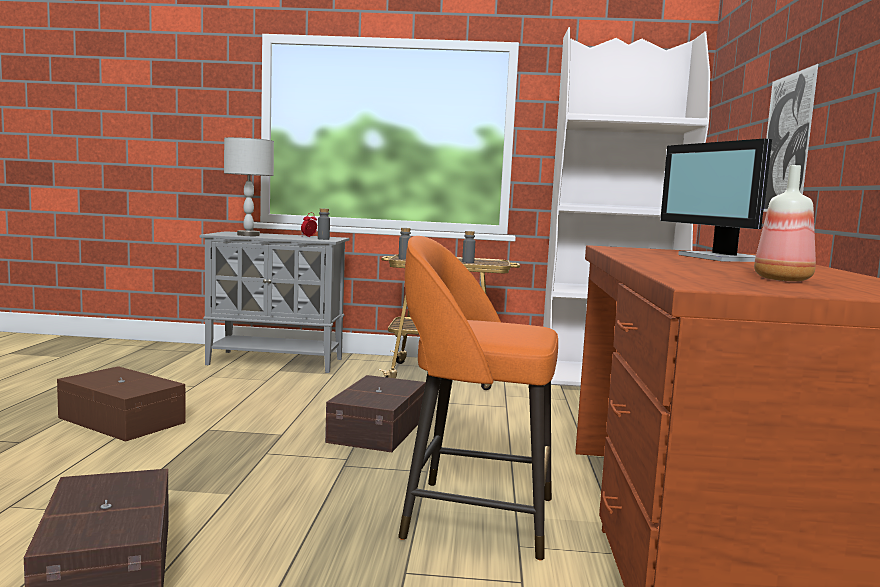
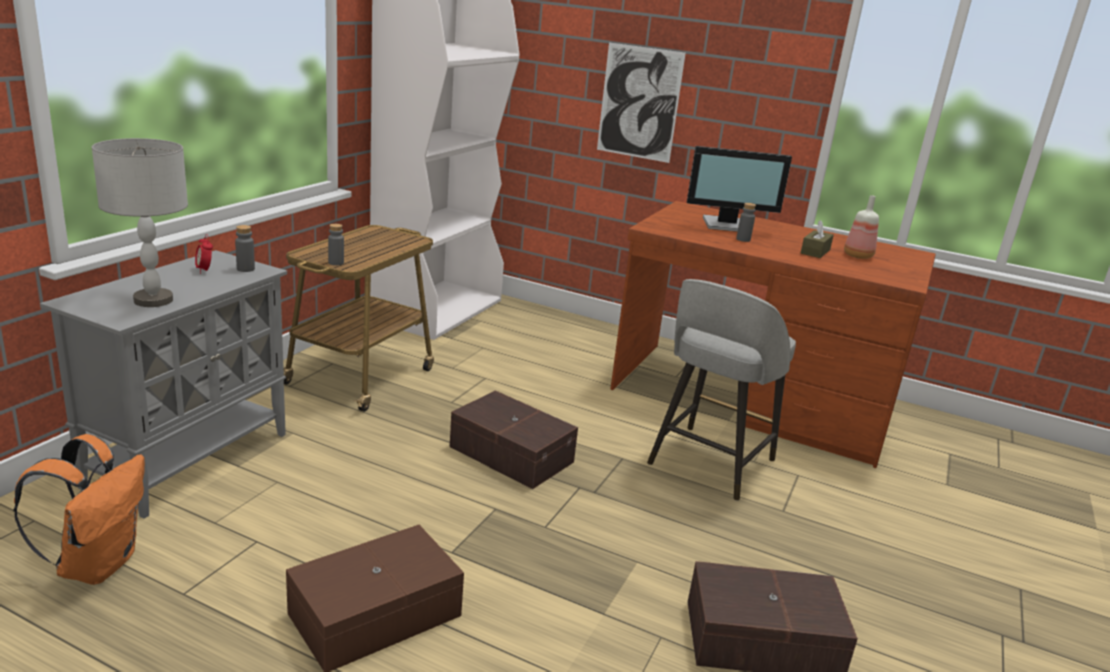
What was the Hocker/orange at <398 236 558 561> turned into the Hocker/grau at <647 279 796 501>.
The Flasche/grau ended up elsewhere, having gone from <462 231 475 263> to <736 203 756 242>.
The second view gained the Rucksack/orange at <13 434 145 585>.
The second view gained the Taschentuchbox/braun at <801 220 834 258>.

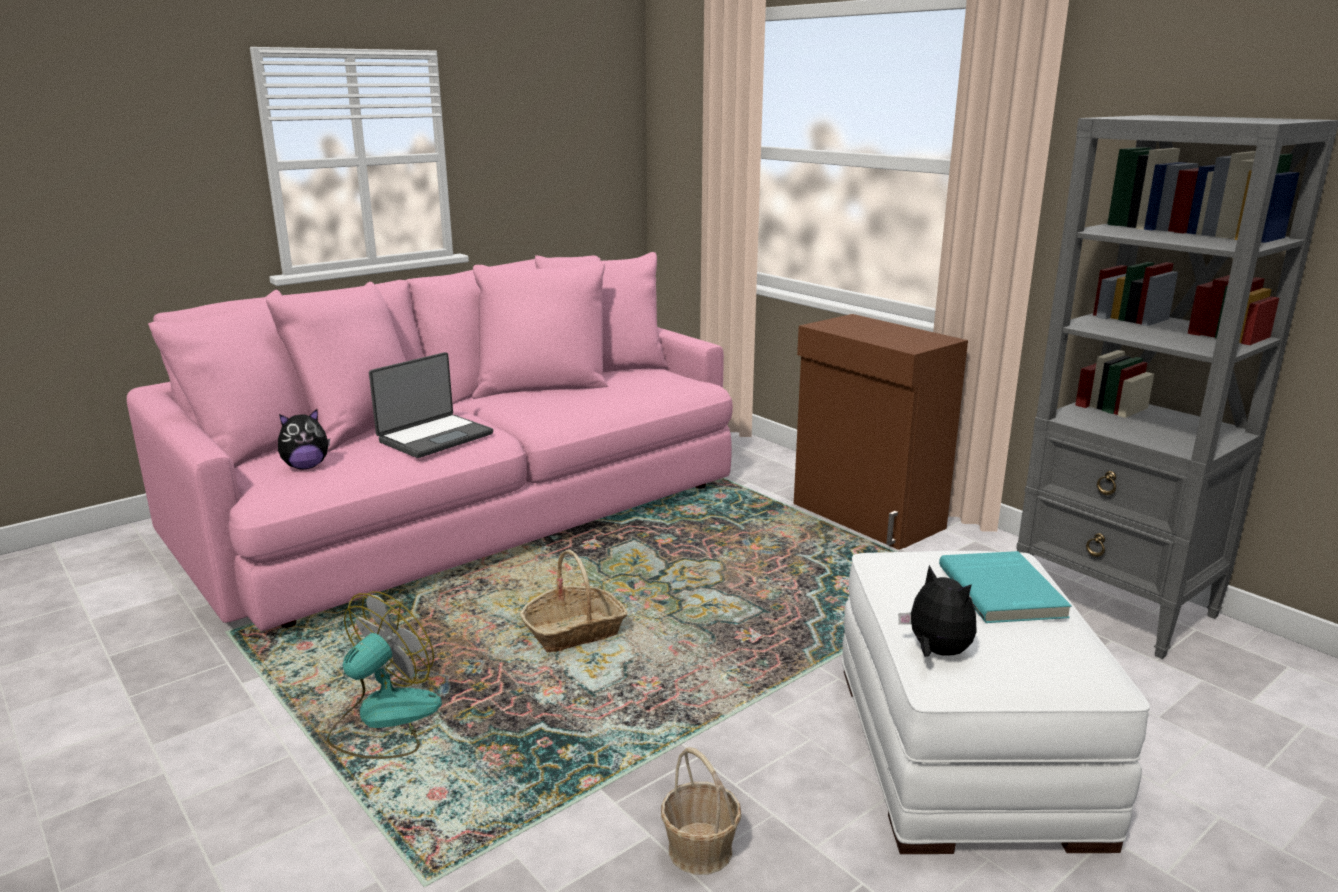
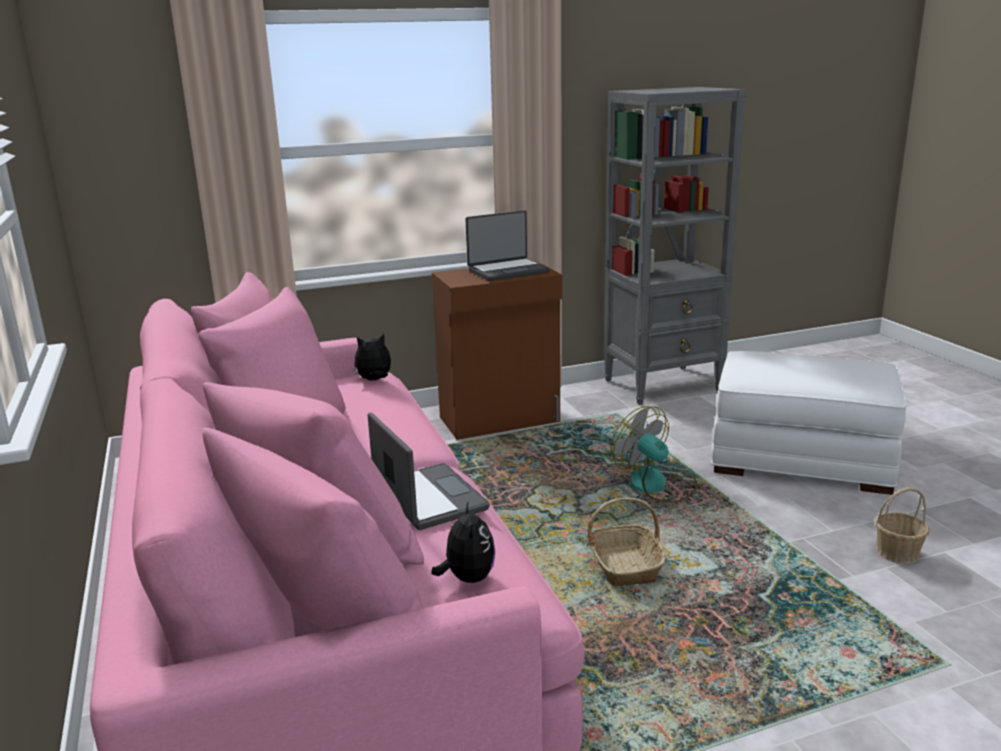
The Ventilator ended up elsewhere, having gone from <327 591 442 759> to <611 406 697 503>.
The Plüschtier ended up elsewhere, having gone from <898 565 977 656> to <354 334 391 380>.
The second view lost the Buch/türkis at <939 551 1072 623>.
The second view gained the Laptop at <466 210 550 281>.

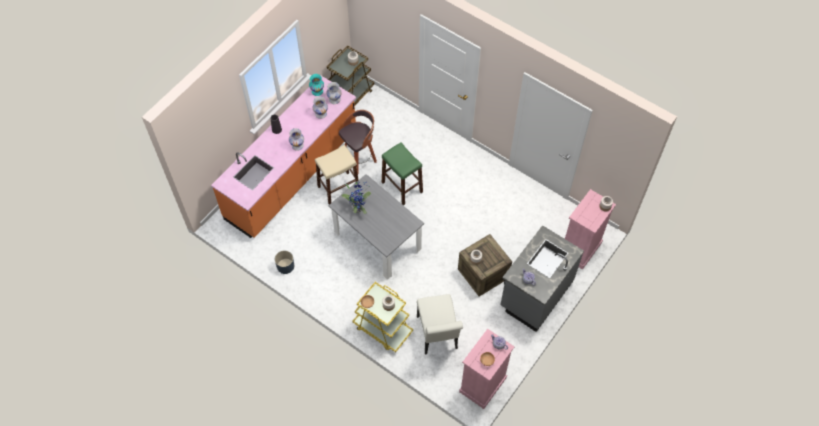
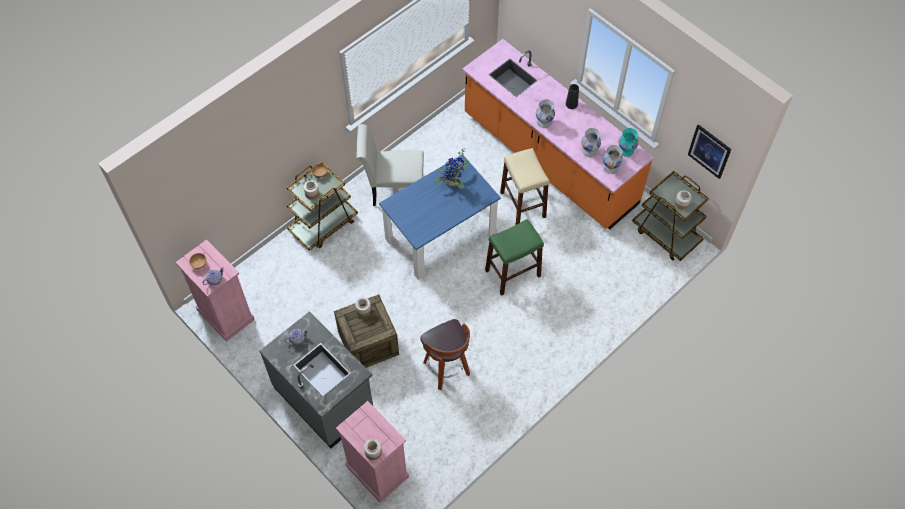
The second view lost the Pflanzkübel/blau at <275 251 294 274>.
What was the Esstisch/grau at <329 174 424 279> turned into the Esstisch/blau at <379 155 501 280>.
The Hocker ended up elsewhere, having gone from <339 110 377 174> to <420 319 470 390>.
What was the Rollwagen/gelb at <352 282 413 352> turned into the Rollwagen/braun at <287 161 358 251>.
The Stuhl/weiß ended up elsewhere, having gone from <417 294 463 354> to <356 124 424 206>.
The second view gained the Bild at <688 124 732 179>.

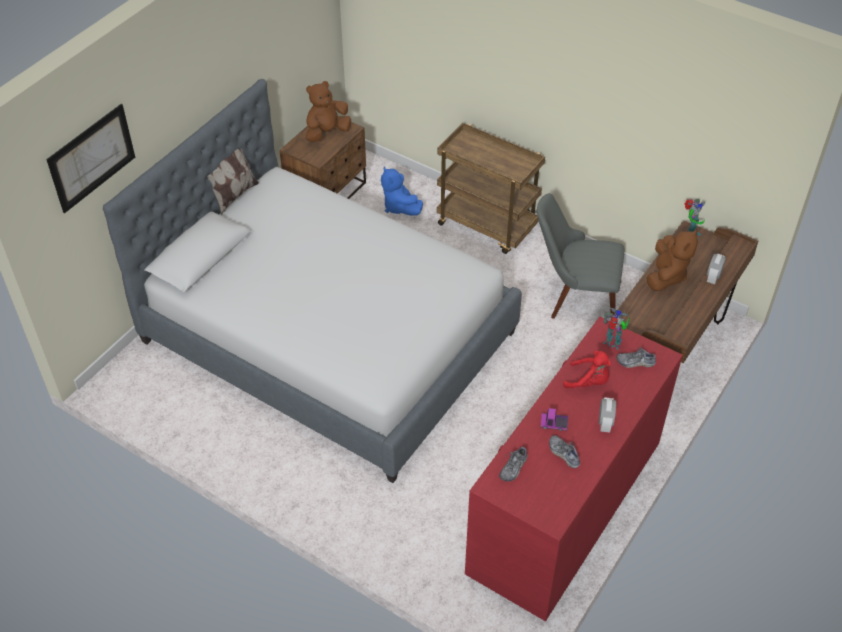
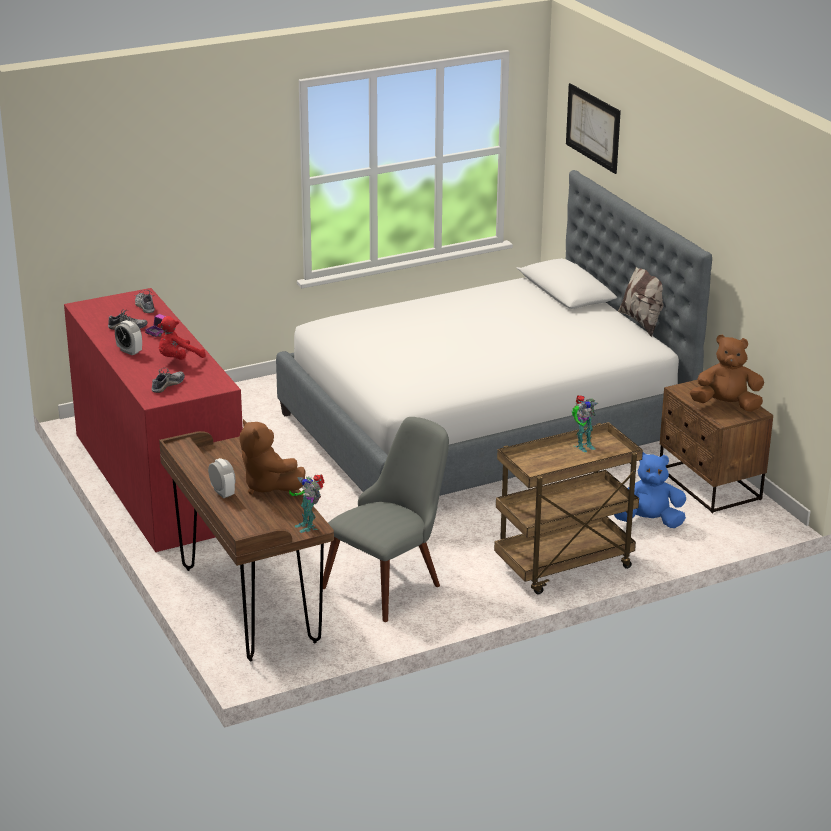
The Plüschtier/braun at <306 81 351 142> ended up facing another way, 75 degrees counterclockwise from before.
The Spielzeugroboter ended up elsewhere, having gone from <603 308 629 350> to <572 395 598 452>.

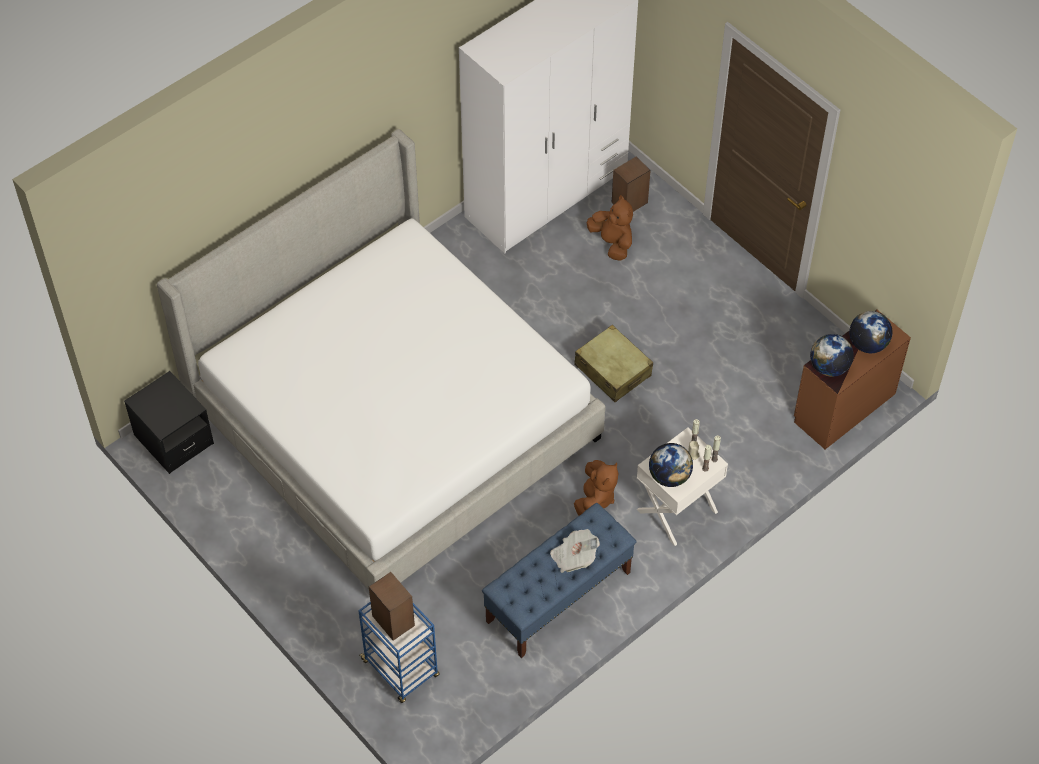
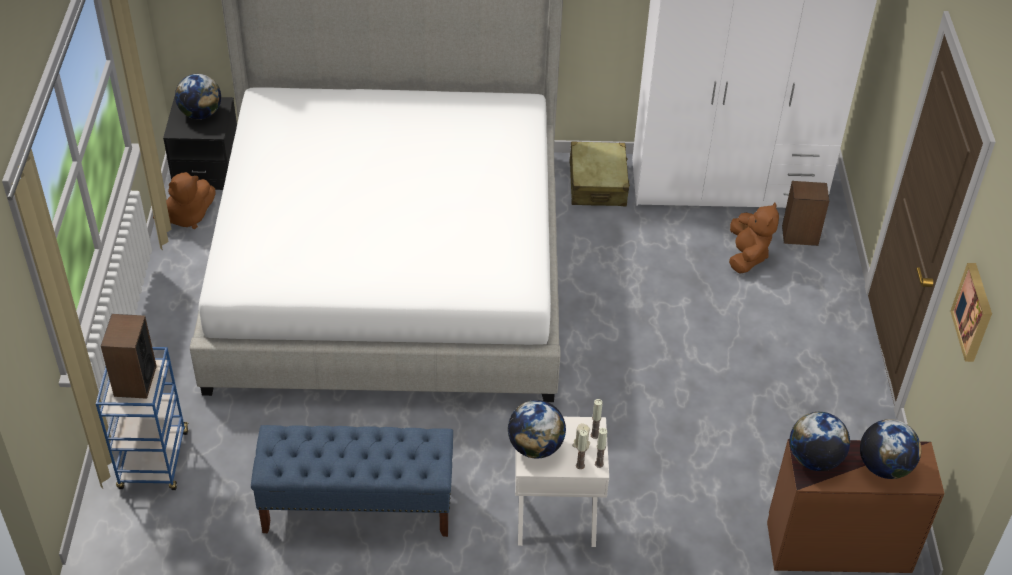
The second view lost the Zeitung at <550 529 600 573>.
The Koffer/beige ended up elsewhere, having gone from <574 325 653 402> to <569 142 630 206>.
The Plüschtier/braun ended up elsewhere, having gone from <574 460 619 516> to <153 172 215 229>.
The second view gained the Globus at <175 74 221 119>.
The second view gained the Bild at <950 263 992 362>.

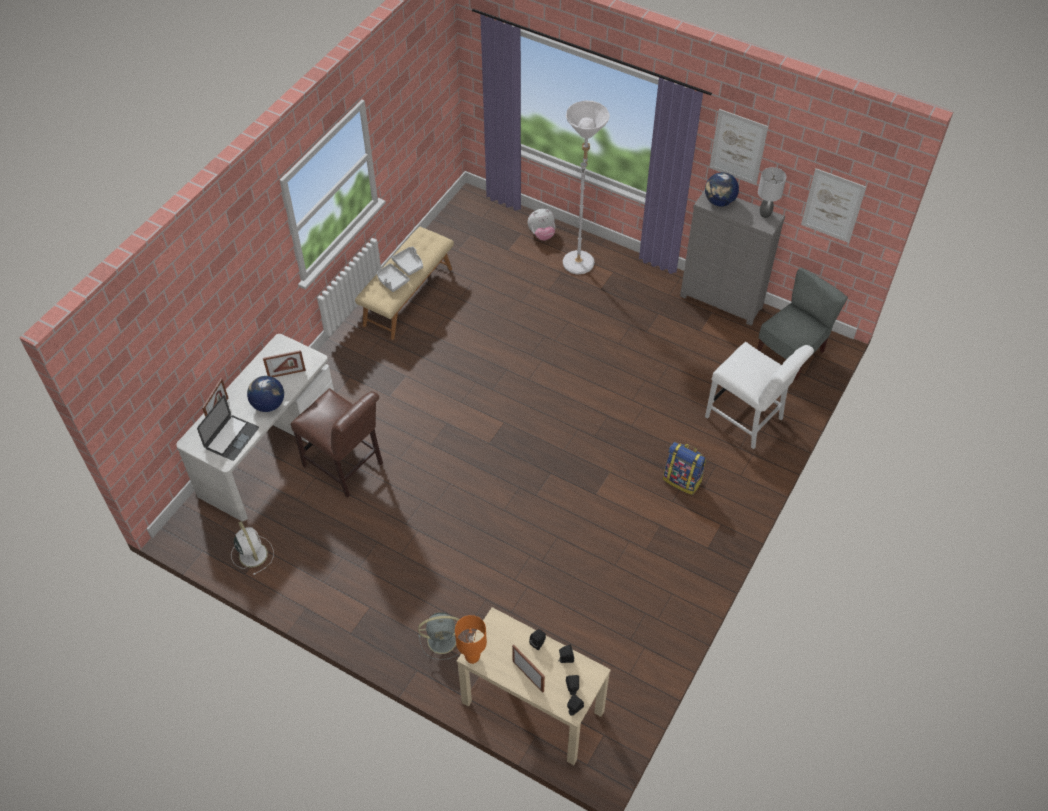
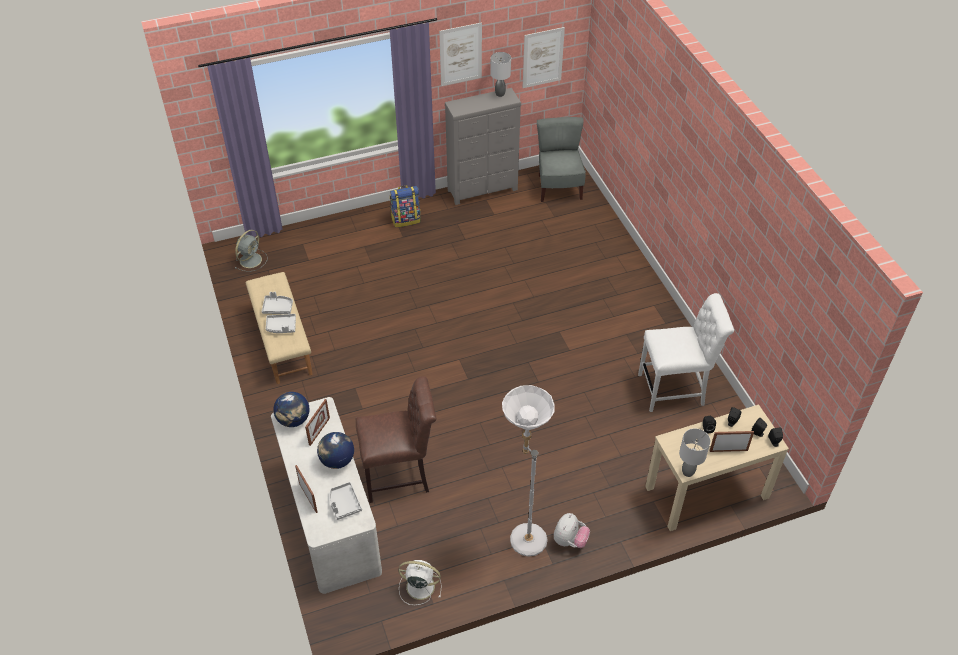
Where the Laptop stood at <197 395 259 461>, the Tablett/grau came to stand at <329 482 362 520>.
The Ventilator/grau ended up elsewhere, having gone from <418 613 465 660> to <235 230 268 272>.
What was the Tischlampe/orange at <455 615 487 664> turned into the Tischlampe/grau at <679 428 711 477>.
The Plüschtier ended up elsewhere, having gone from <527 209 555 241> to <554 513 590 548>.
The Stehlampe/weiß ended up elsewhere, having gone from <563 100 610 275> to <502 385 555 557>.
The Rucksack ended up elsewhere, having gone from <663 442 706 495> to <390 185 421 227>.
The Globus ended up elsewhere, having gone from <705 172 739 207> to <273 392 310 427>.
The Stuhl/weiß ended up elsewhere, having gone from <705 342 814 449> to <638 293 734 412>.

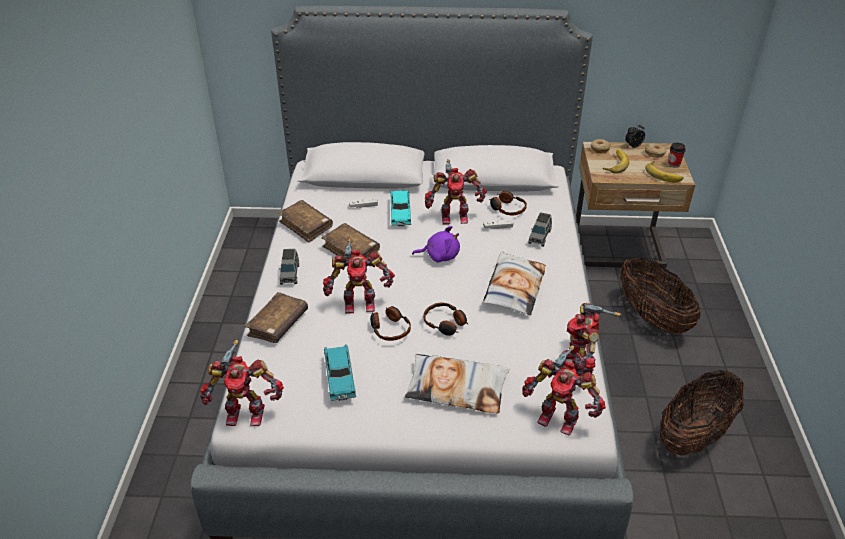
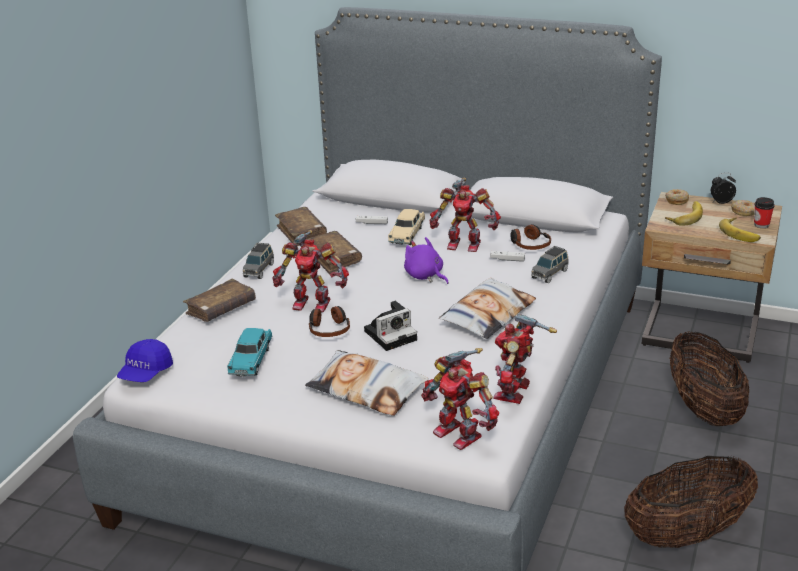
Where the Spielzeugroboter stood at <200 340 284 426>, the Kappe/blau came to stand at <117 339 173 382>.
What was the Spielzeugauto/türkis at <390 190 411 226> turned into the Spielzeugauto/beige at <388 209 425 245>.
The Plüschtier/lila at <412 226 460 263> ended up facing another way, 150 degrees counterclockwise from before.
Where the Kopfhörer stood at <423 303 469 336>, the Kamera came to stand at <364 301 417 351>.

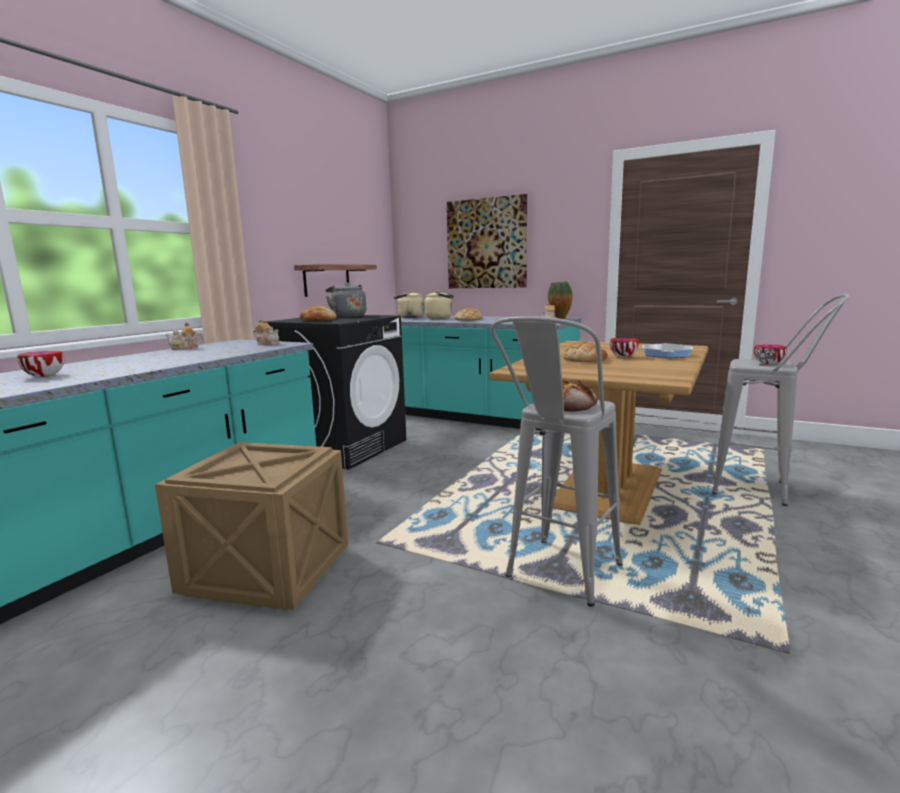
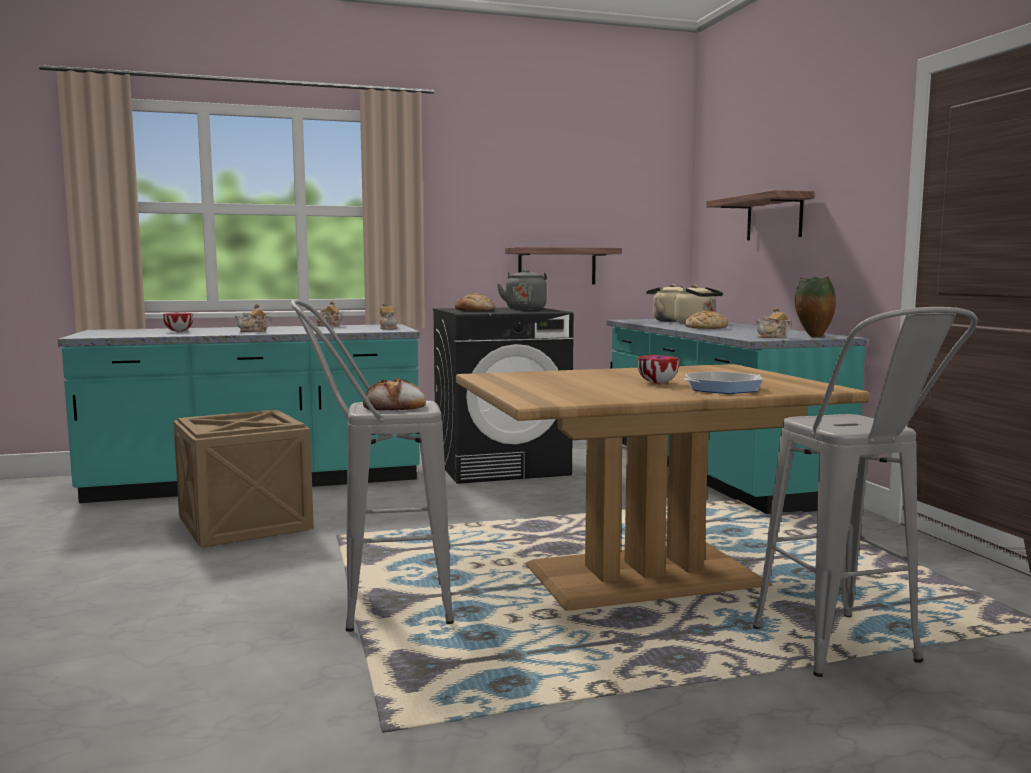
Where the Bild hung at <447 194 527 288>, the Wandregal came to hang at <706 190 814 240>.
The second view lost the Brot at <562 341 608 362>.
The second view lost the Schüssel at <754 344 787 364>.
The second view gained the Teekanne at <235 304 272 332>.

